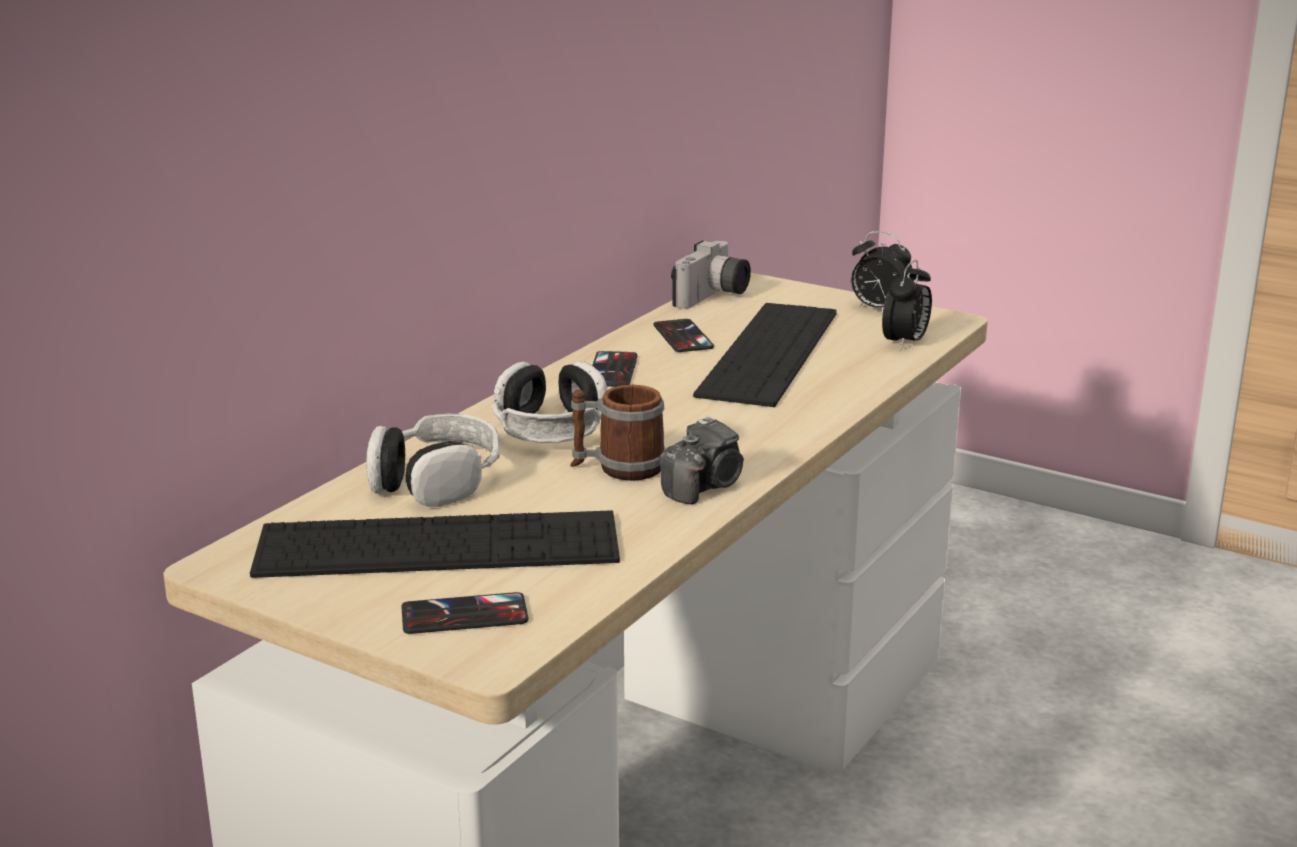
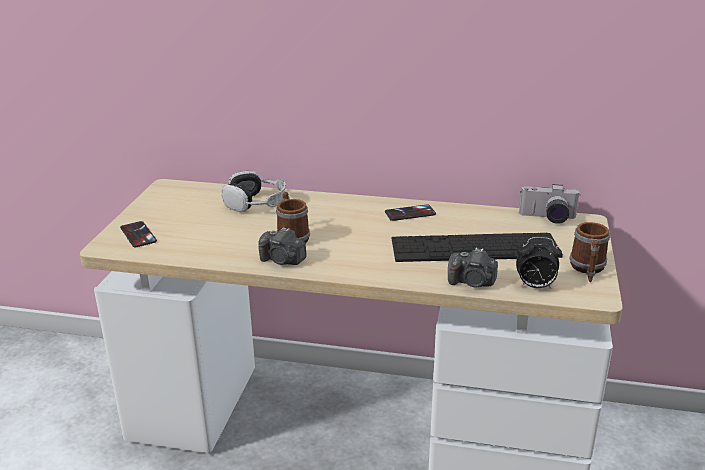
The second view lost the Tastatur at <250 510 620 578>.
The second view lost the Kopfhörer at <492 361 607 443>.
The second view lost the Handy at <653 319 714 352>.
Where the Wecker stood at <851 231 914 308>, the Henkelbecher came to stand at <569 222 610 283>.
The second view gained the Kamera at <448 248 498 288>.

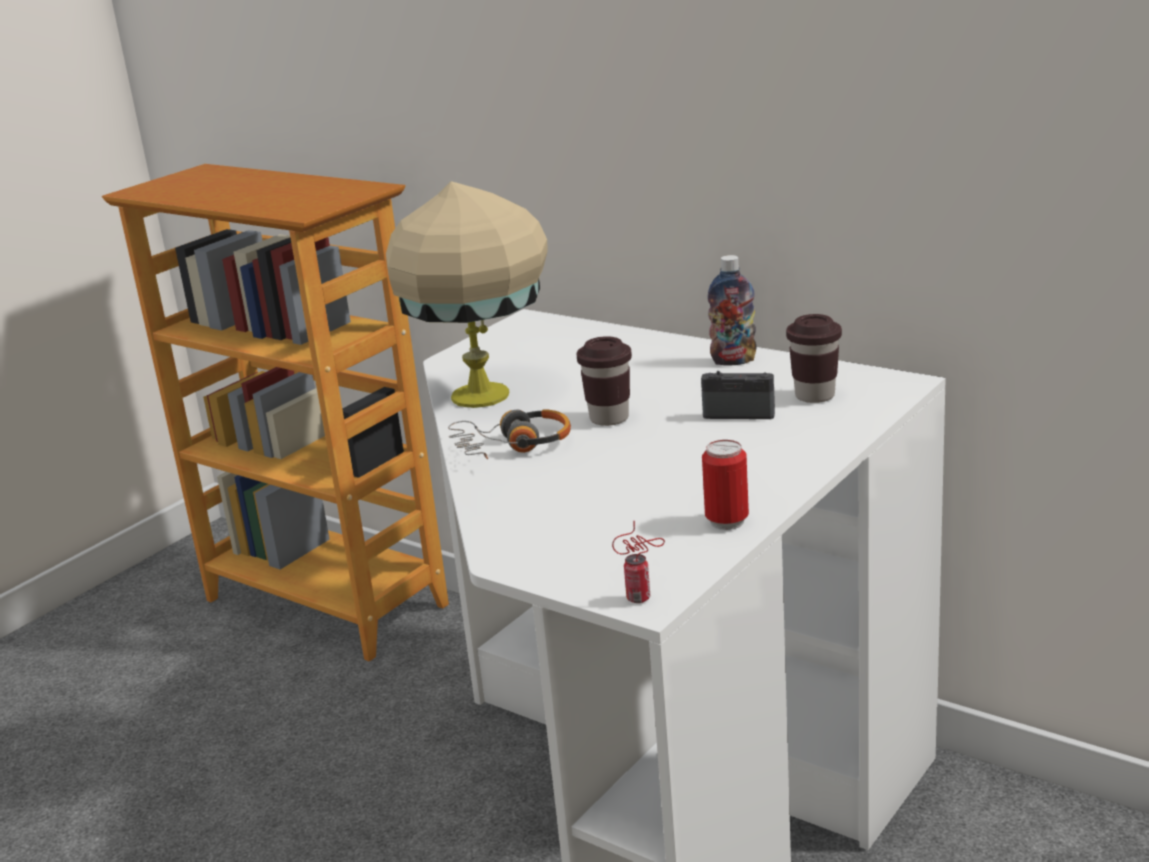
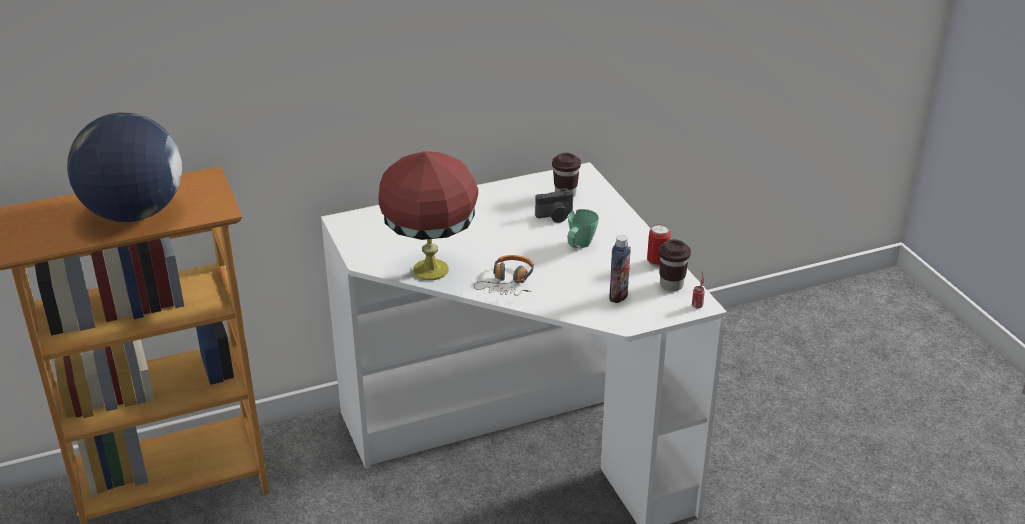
What was the Tischlampe/beige at <386 181 548 408> turned into the Tischlampe/rot at <378 151 478 280>.
The Tasse/braun ended up elsewhere, having gone from <577 336 632 426> to <658 240 691 291>.
The Kamera at <701 371 775 419> ended up facing another way, 150 degrees counterclockwise from before.
The Flasche ended up elsewhere, having gone from <707 255 756 366> to <609 235 631 303>.
The second view gained the Globus at <67 113 182 222>.
The second view gained the Henkelbecher/grün at <568 209 599 248>.

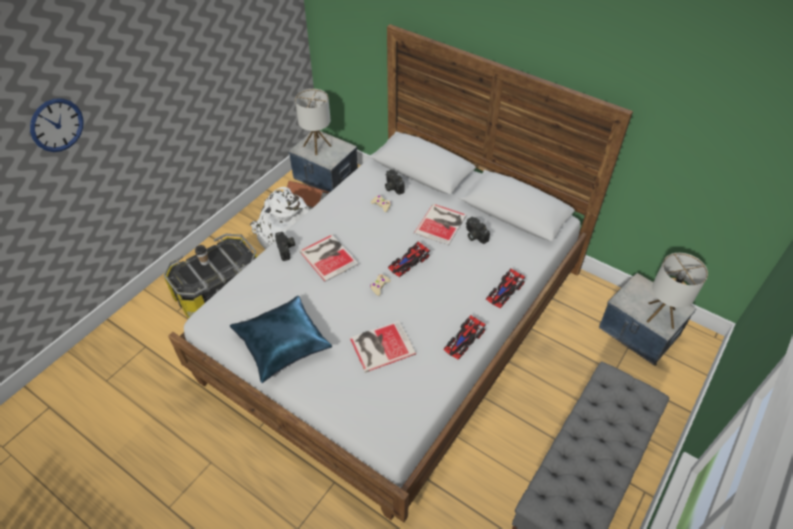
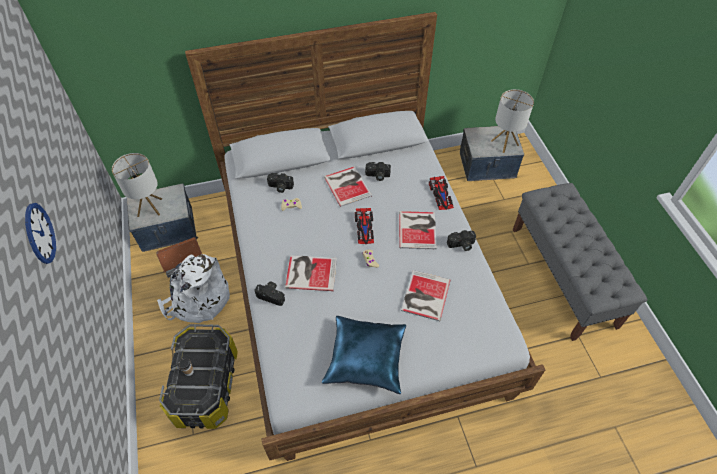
The Wanduhr ended up elsewhere, having gone from <30 98 84 152> to <25 203 56 264>.
Where the Spielzeugauto stood at <443 315 486 360>, the Kamera came to stand at <447 230 476 251>.
The second view gained the Buch at <399 211 437 249>.

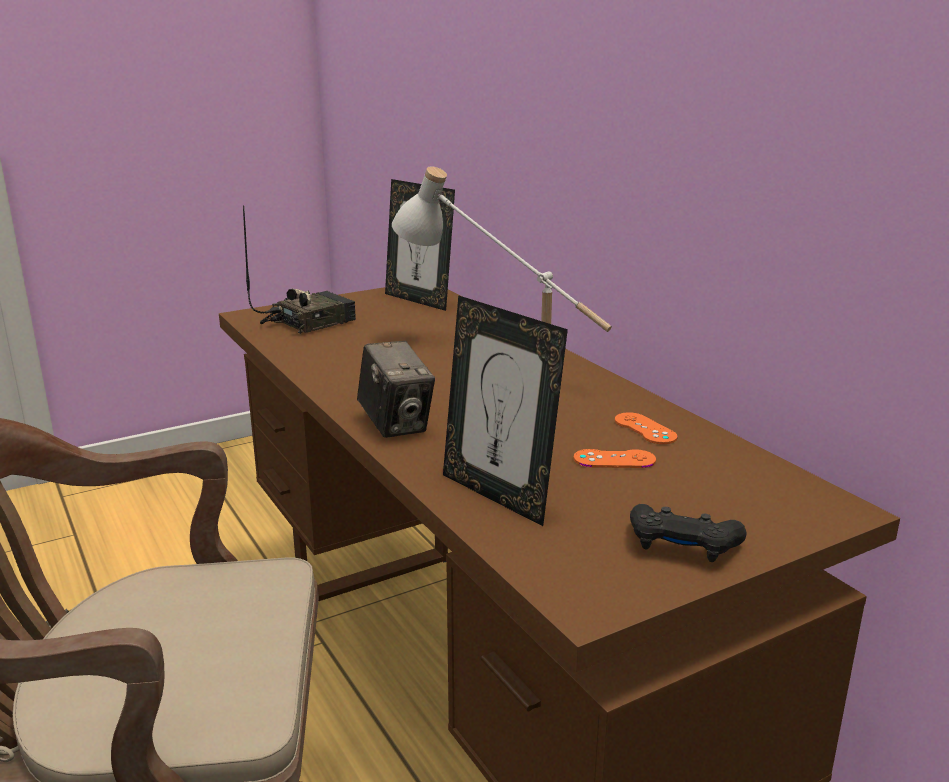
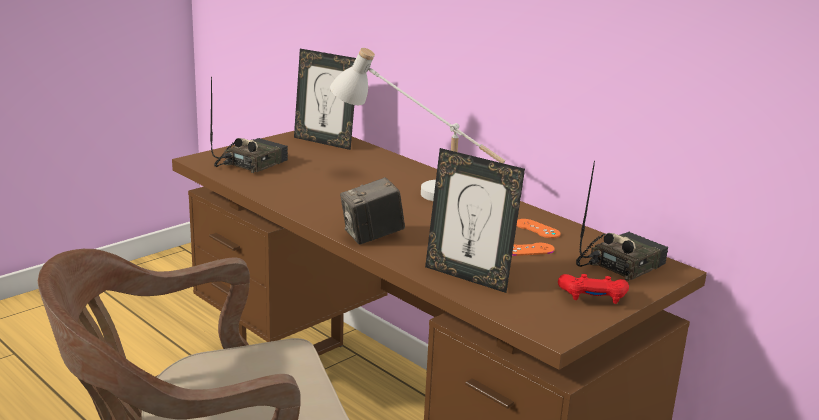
The Kamera at <357 341 435 438> ended up facing another way, 105 degrees clockwise from before.
What was the Gamepad/schwarz at <630 504 746 562> turned into the Gamepad/rot at <558 274 629 304>.
The second view gained the Radio at <576 161 668 281>.

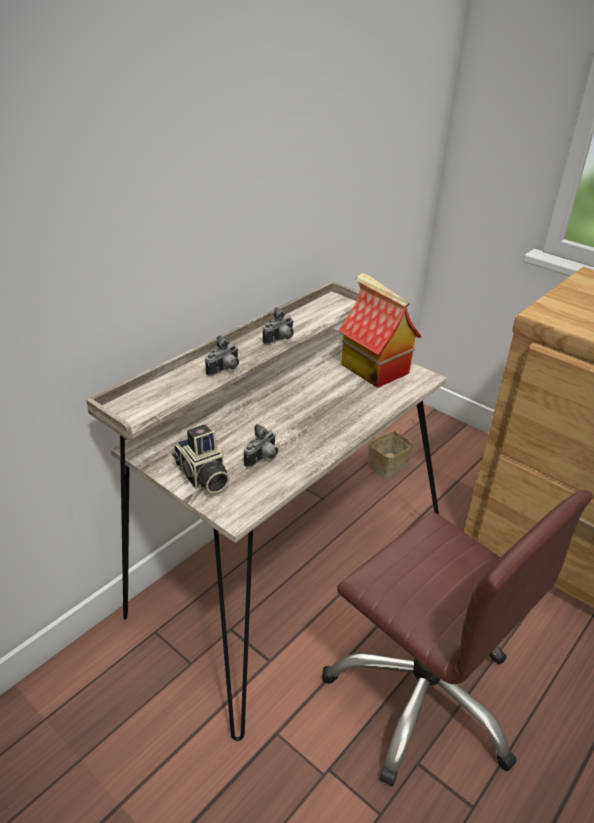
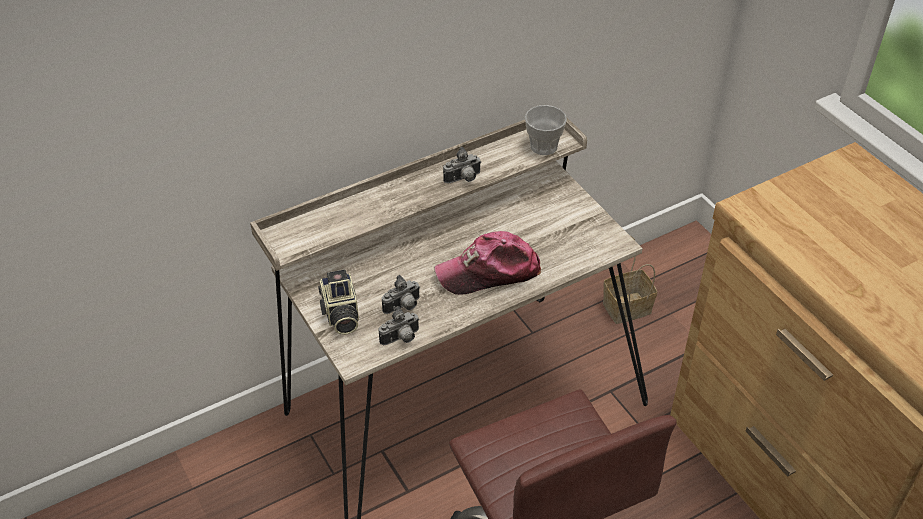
The Kamera ended up elsewhere, having gone from <205 336 239 376> to <379 306 420 345>.
The second view lost the Spielzeughaus at <338 273 421 388>.
The second view gained the Kappe at <434 231 541 295>.
The second view gained the Tasse at <525 105 567 155>.

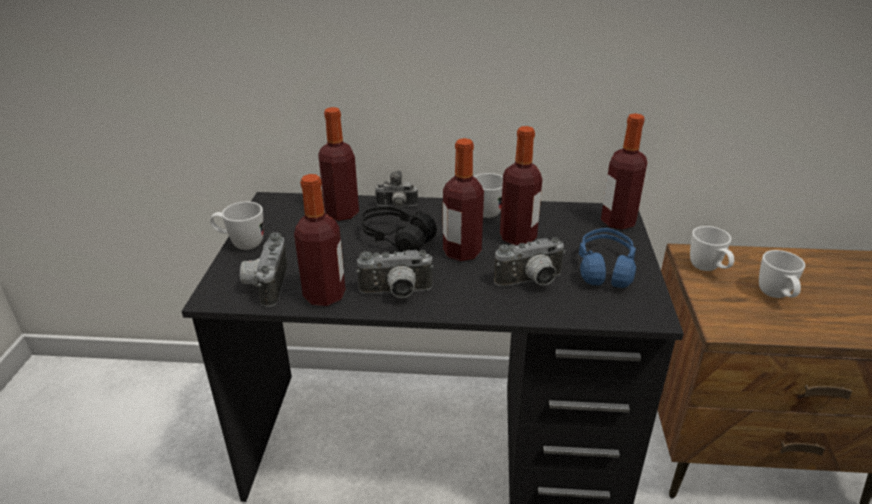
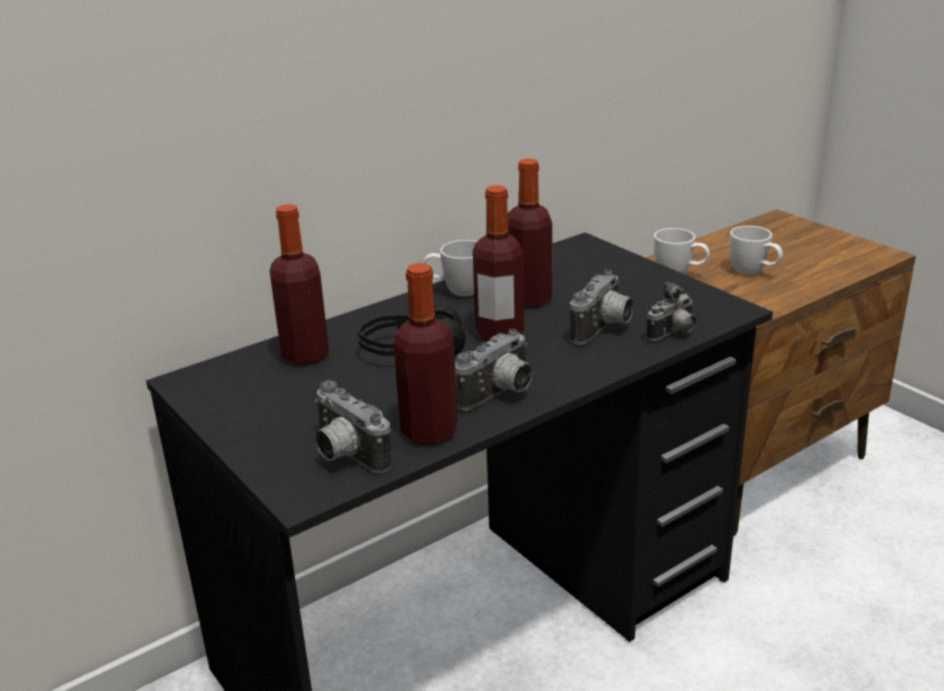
The second view lost the Henkelbecher/weiß at <210 202 264 250>.
The Kamera ended up elsewhere, having gone from <375 171 418 208> to <646 282 696 341>.
The second view lost the Kopfhörer/blau at <579 228 636 288>.
The second view lost the Flasche at <601 113 647 230>.

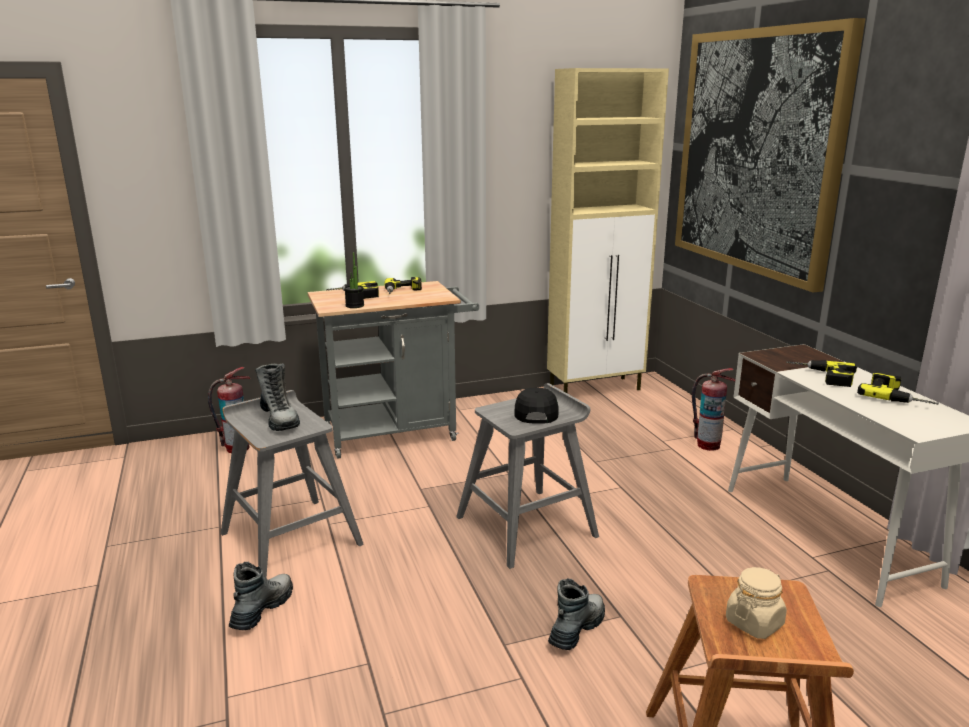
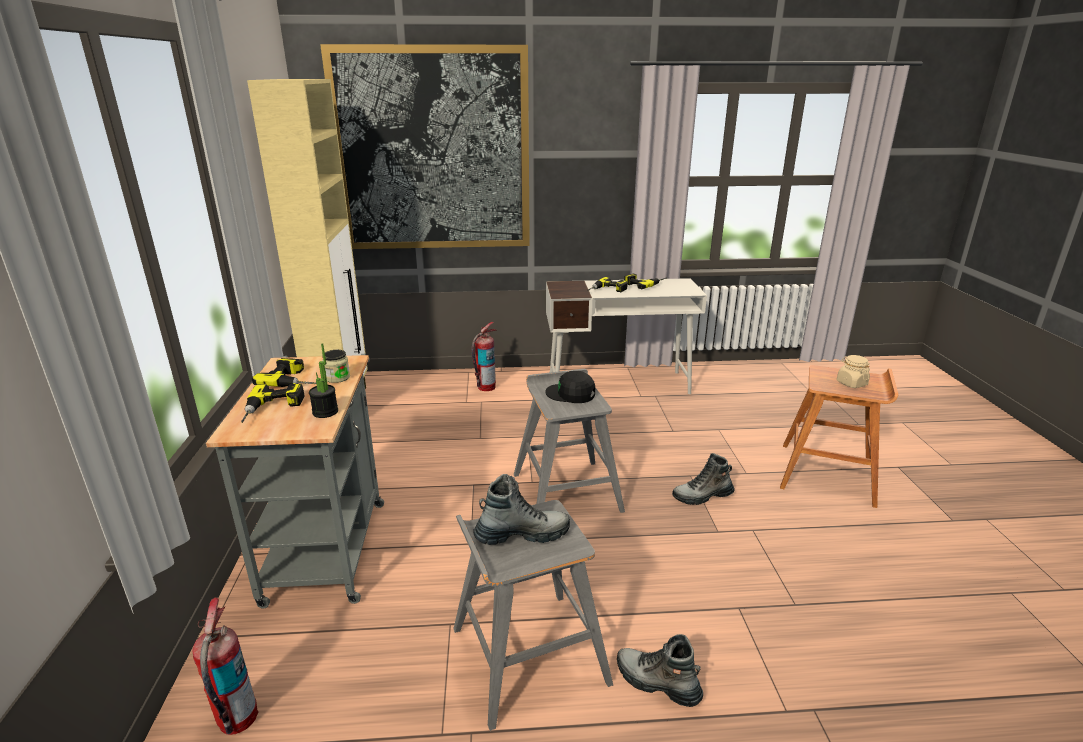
The Stiefel at <548 578 605 650> ended up facing another way, 60 degrees counterclockwise from before.
The second view gained the Vorratsglas at <322 350 350 383>.

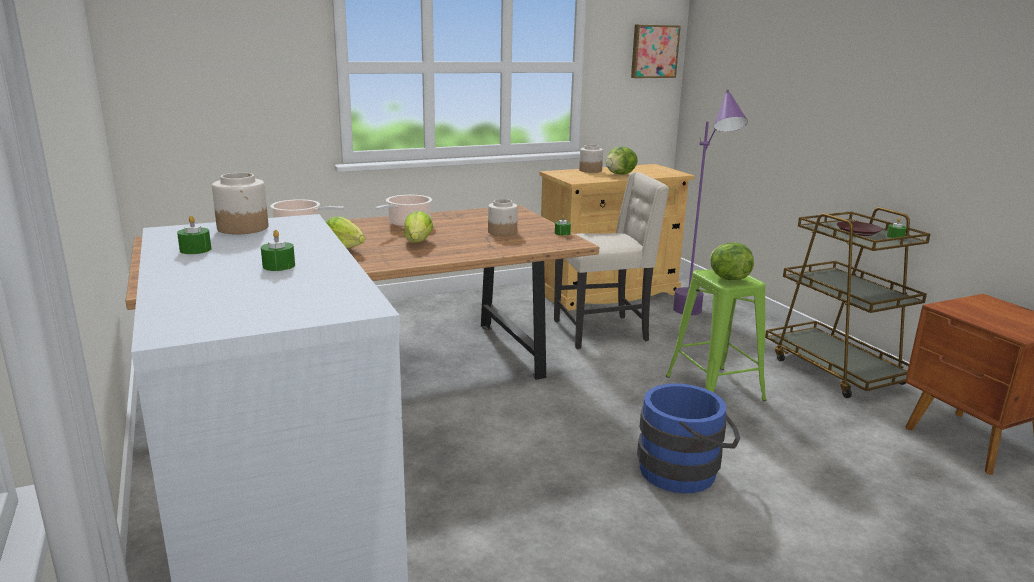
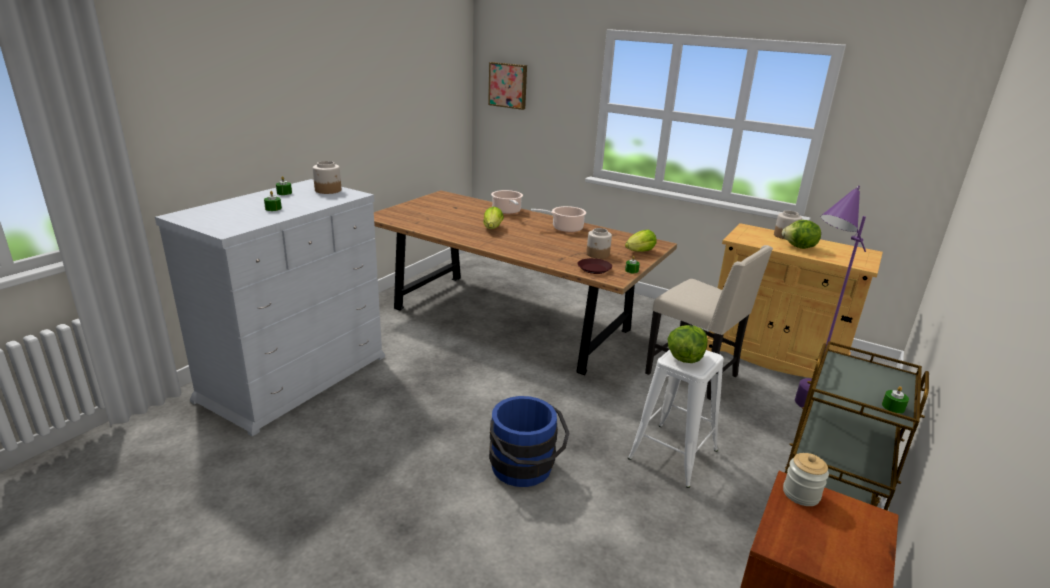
The Salatkopf ended up elsewhere, having gone from <404 211 433 243> to <625 230 657 252>.
The Bild ended up elsewhere, having gone from <631 25 681 78> to <488 62 527 110>.
What was the Hocker/grün at <666 269 767 401> turned into the Hocker/weiß at <628 349 724 488>.
The Teller/braun ended up elsewhere, having gone from <837 221 882 236> to <577 258 612 274>.
The second view gained the Vorratsglas at <783 453 829 506>.

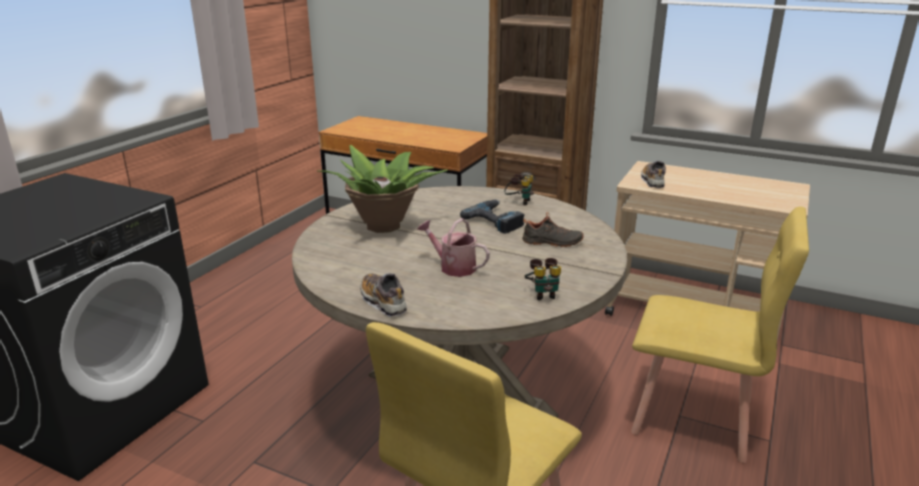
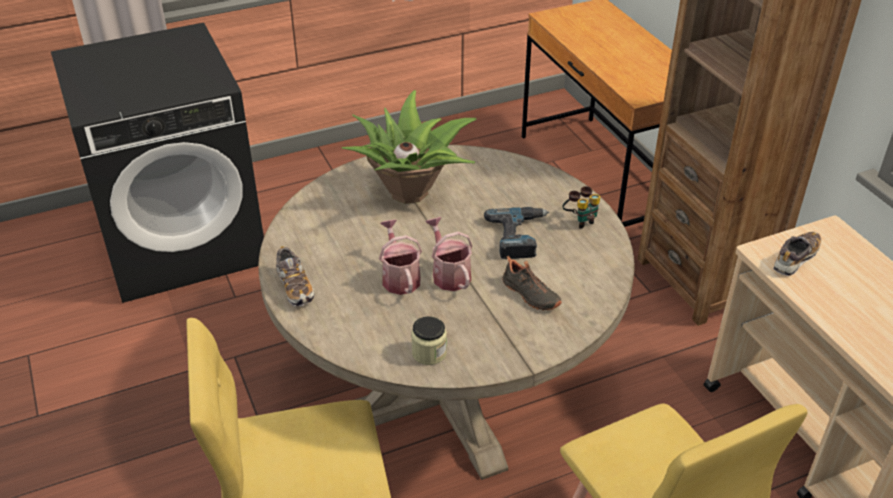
The Schuh at <360 273 407 317> ended up facing another way, 150 degrees clockwise from before.
Where the Fernglas stood at <524 258 561 300>, the Vorratsglas came to stand at <411 316 447 365>.
The second view gained the Gießkanne at <426 217 473 291>.

